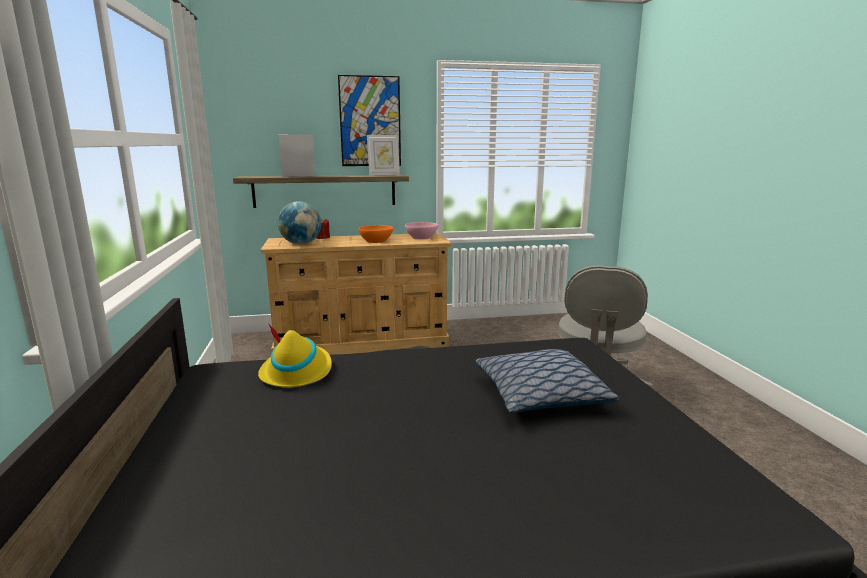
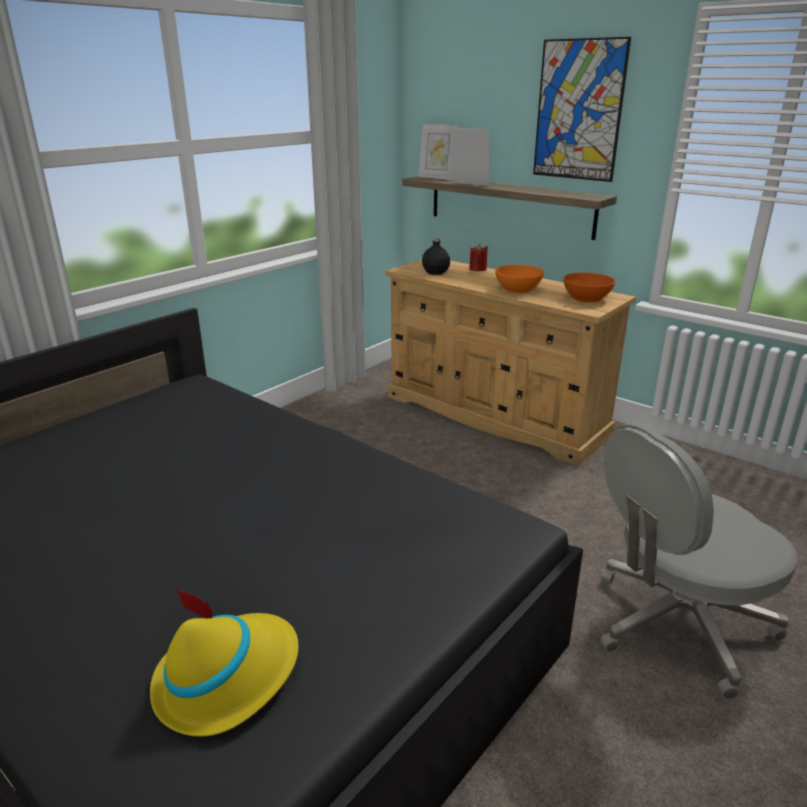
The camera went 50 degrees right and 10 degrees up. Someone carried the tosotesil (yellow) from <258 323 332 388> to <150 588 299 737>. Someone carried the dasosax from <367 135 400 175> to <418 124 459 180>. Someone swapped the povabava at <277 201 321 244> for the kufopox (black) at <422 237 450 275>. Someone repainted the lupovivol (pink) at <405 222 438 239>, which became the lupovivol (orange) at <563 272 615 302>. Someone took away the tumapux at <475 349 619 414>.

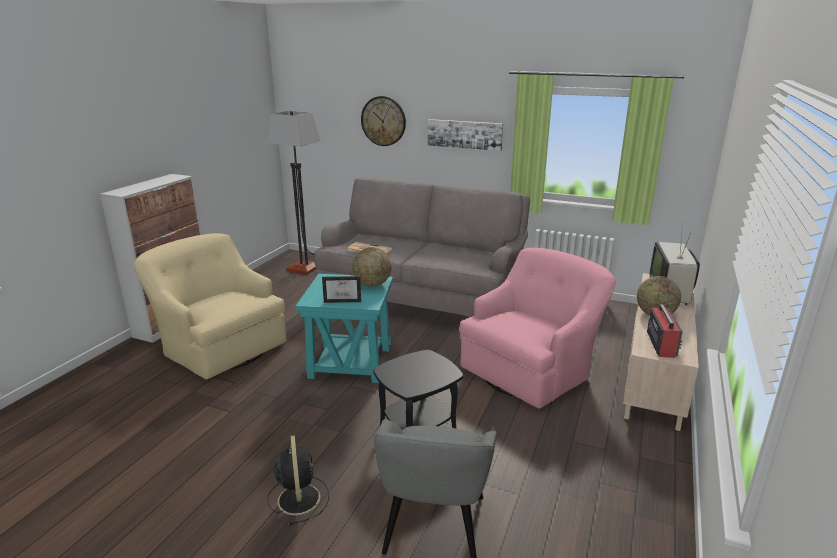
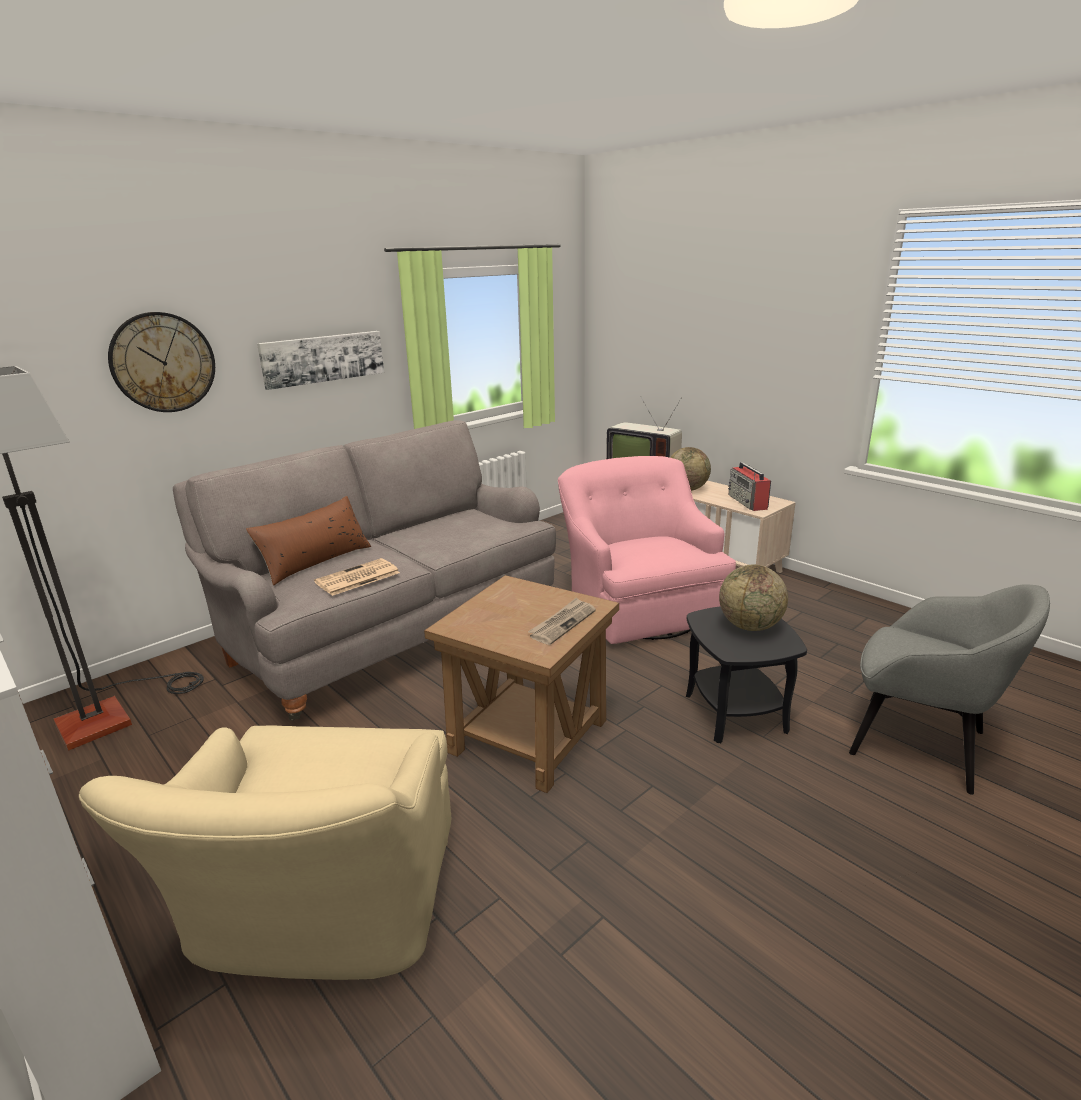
The camera went 65 degrees left and 0 degrees up. Someone rotated the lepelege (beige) at <133 233 287 379> by 60 degrees counterclockwise. Someone put down the tumapux (brown) at <246 496 371 586>. Someone repainted the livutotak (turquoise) at <295 274 393 383>, which became the livutotak (brown) at <424 575 619 793>. Someone swapped the dasosax at <322 276 361 303> for the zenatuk at <528 597 596 645>. Someone carried the povabava from <352 247 392 287> to <719 564 788 631>. Someone rotated the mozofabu at <647 302 683 358> by 135 degrees counterclockwise. Someone took away the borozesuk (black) at <267 435 329 526>.

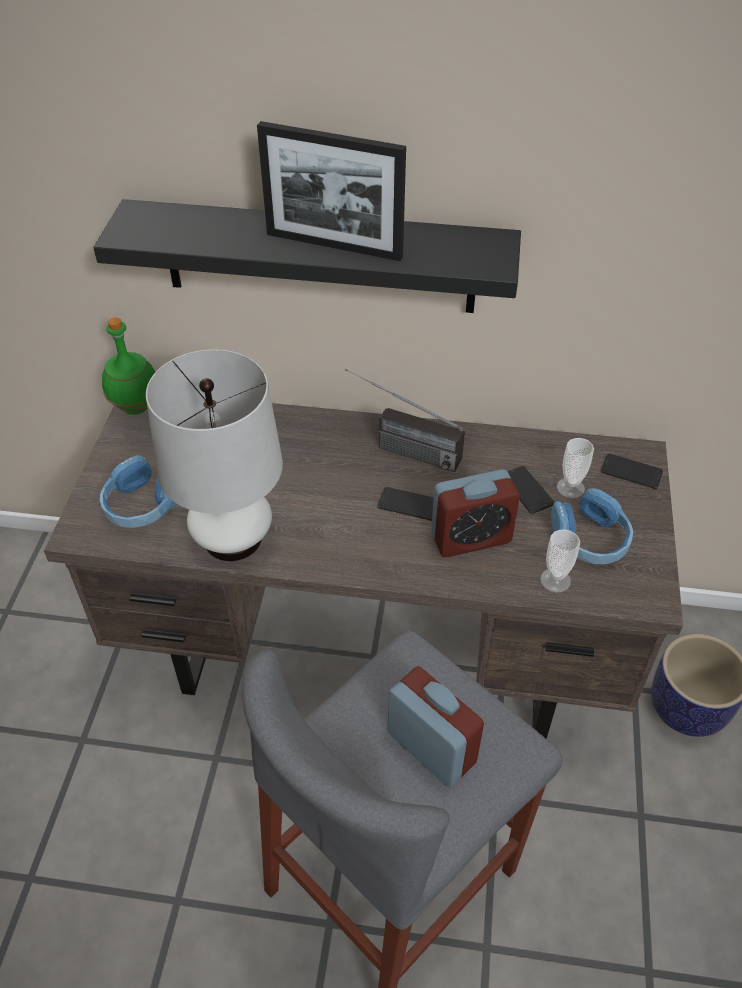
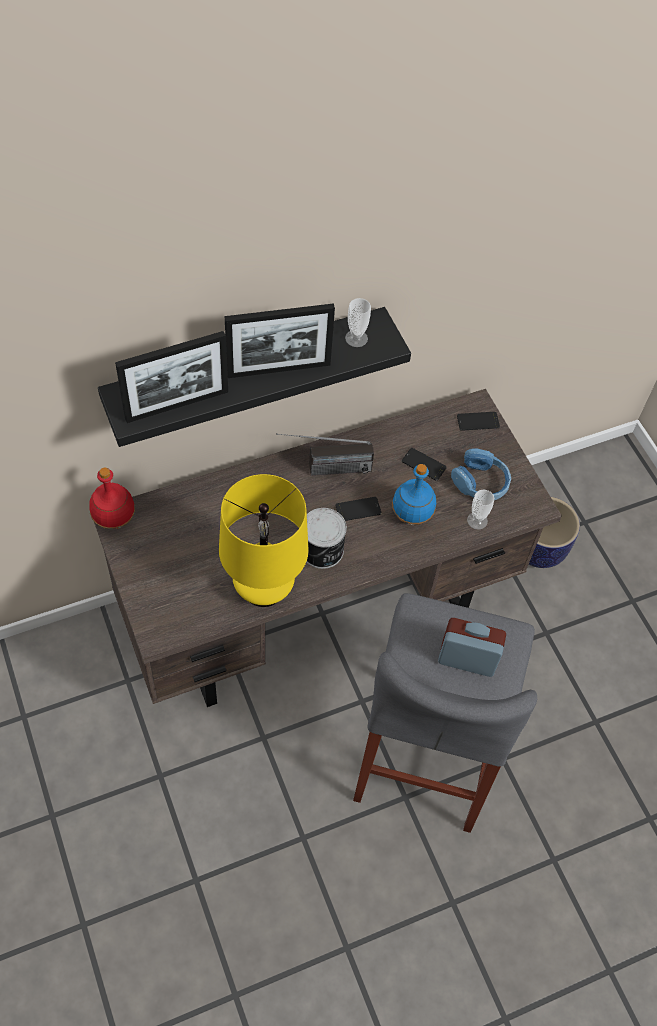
The camera went 35 degrees left and 10 degrees up. Someone repainted the kufopox (green) at <102 317 155 415>, which became the kufopox (red) at <89 468 135 530>. Someone put down the dasosax at <115 331 228 423>. Someone repainted the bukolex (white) at <146 349 283 561>, which became the bukolex (yellow) at <219 474 308 607>. Someone put down the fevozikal at <306 508 347 569>. Someone carried the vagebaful from <557 438 594 498> to <345 298 371 347>. Someone swapped the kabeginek at <431 469 520 557> for the kufopox (blue) at <392 464 436 525>. Someone took away the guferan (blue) at <100 455 175 528>.

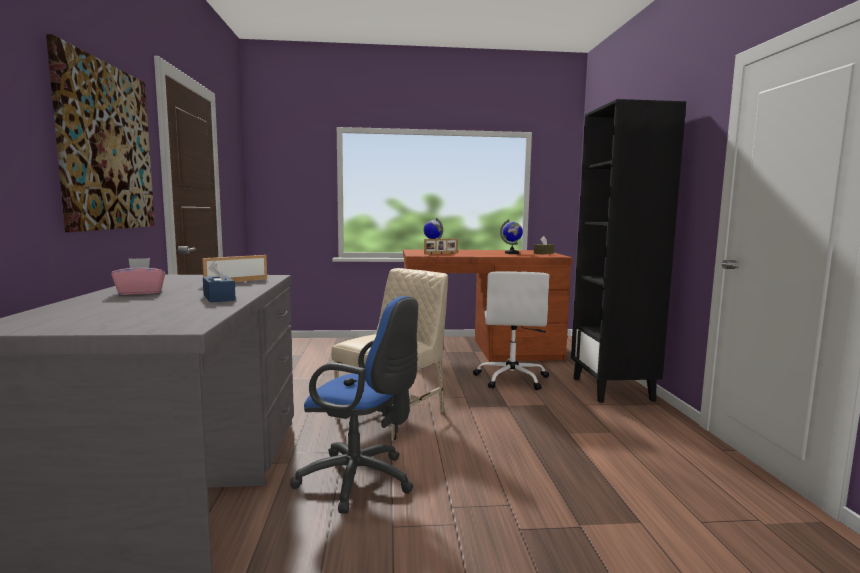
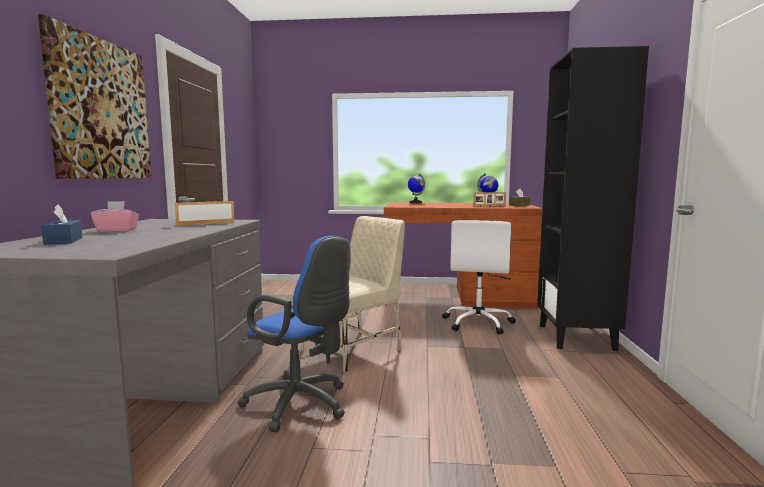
The camera went 10 degrees right and 0 degrees up. Someone carried the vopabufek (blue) from <203 260 236 302> to <41 205 82 245>. Someone carried the dasosax from <424 239 458 254> to <473 192 506 207>.

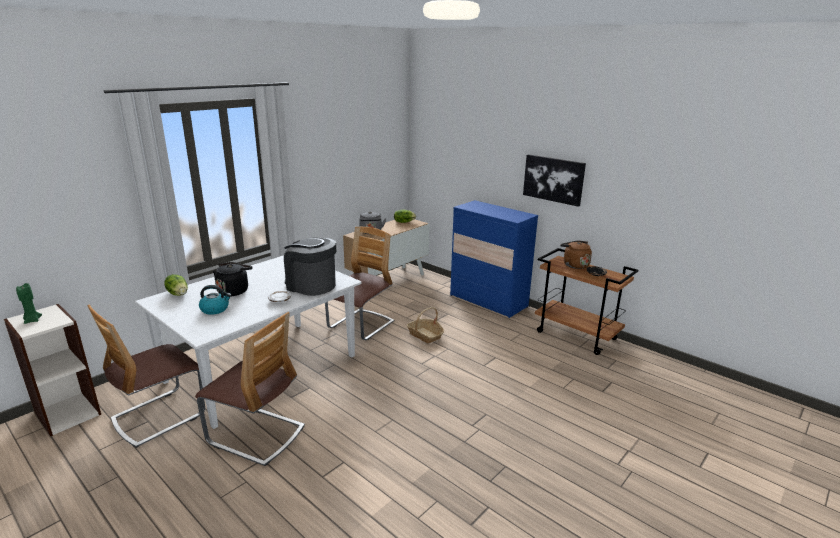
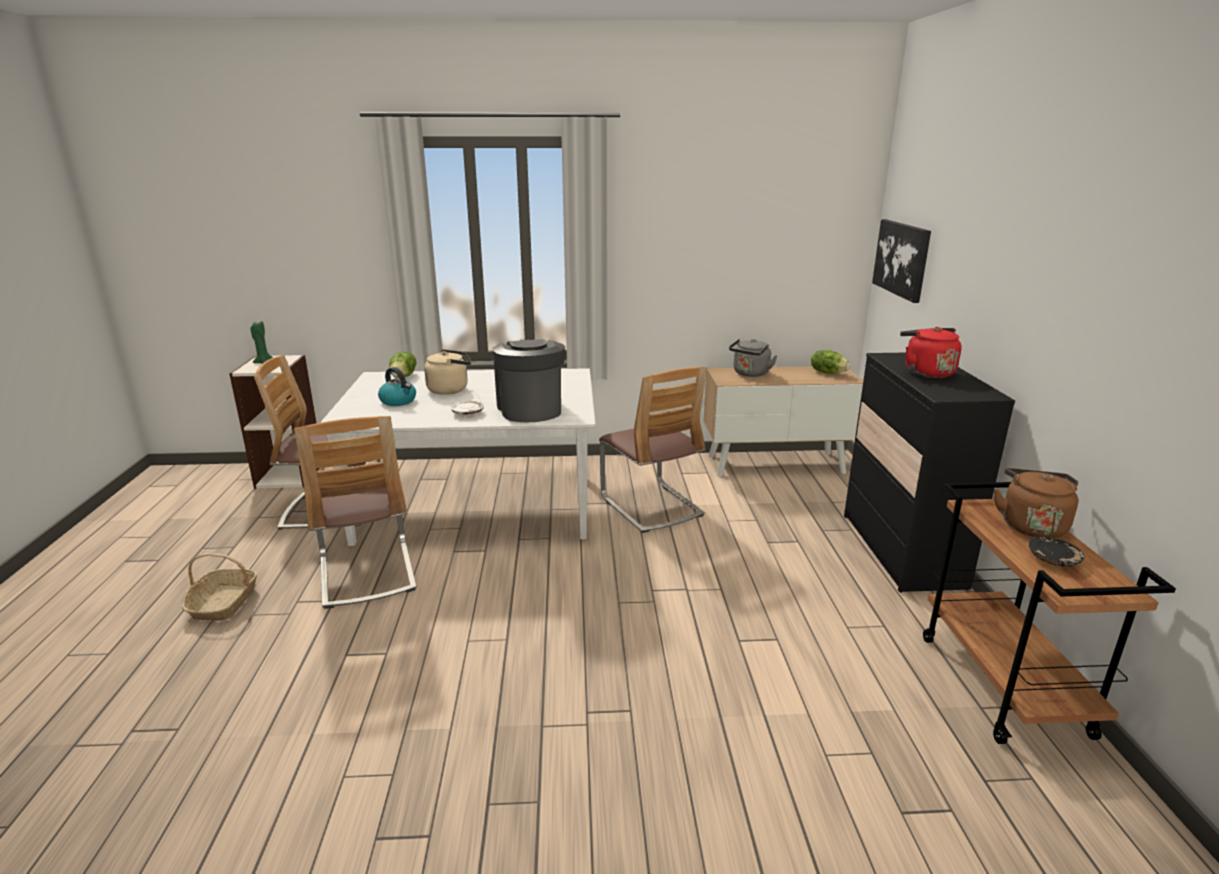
The camera went 45 degrees right and 0 degrees up. Someone carried the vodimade from <406 307 444 343> to <182 553 257 621>. Someone repainted the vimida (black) at <213 262 252 296>, which became the vimida (beige) at <424 349 471 395>. Someone rotated the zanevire at <325 227 395 340> by 75 degrees clockwise. Someone repainted the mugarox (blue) at <450 200 538 318>, which became the mugarox (black) at <844 353 1015 593>. Someone carried the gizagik from <523 154 586 207> to <872 219 931 303>. Someone put down the vimida (red) at <900 327 962 378>.

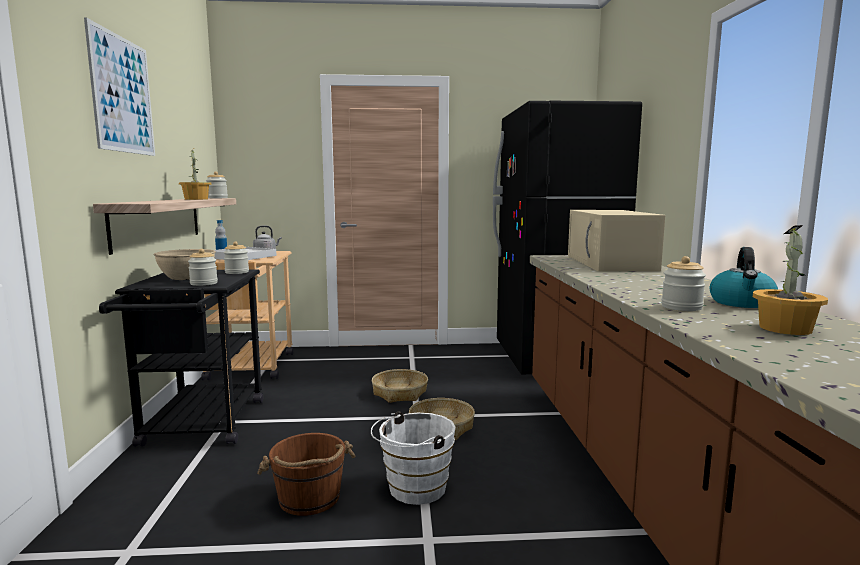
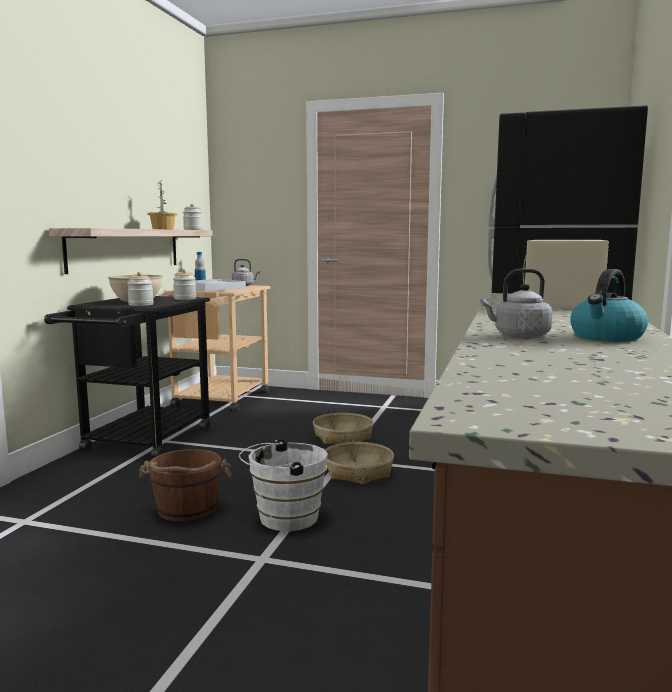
The camera went 20 degrees right and 0 degrees up. Someone swapped the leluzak at <661 256 706 311> for the vimida (grey) at <480 268 552 338>. Someone took away the gizagik at <84 18 155 156>. Someone took away the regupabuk at <753 225 828 335>.

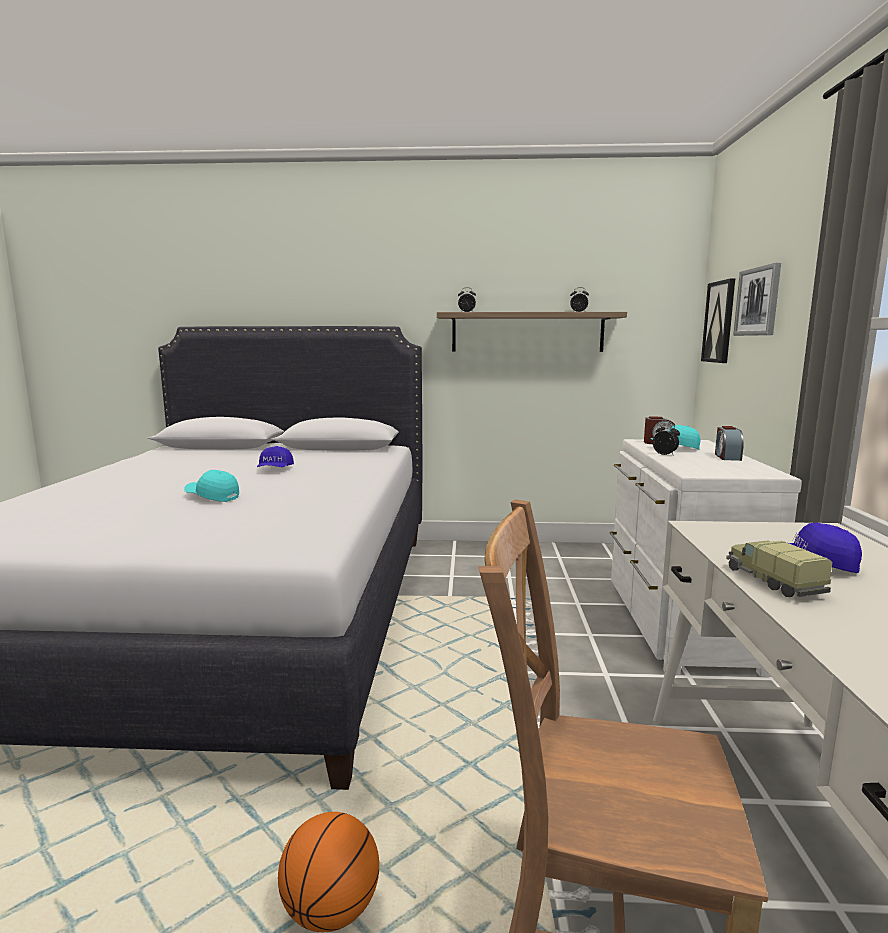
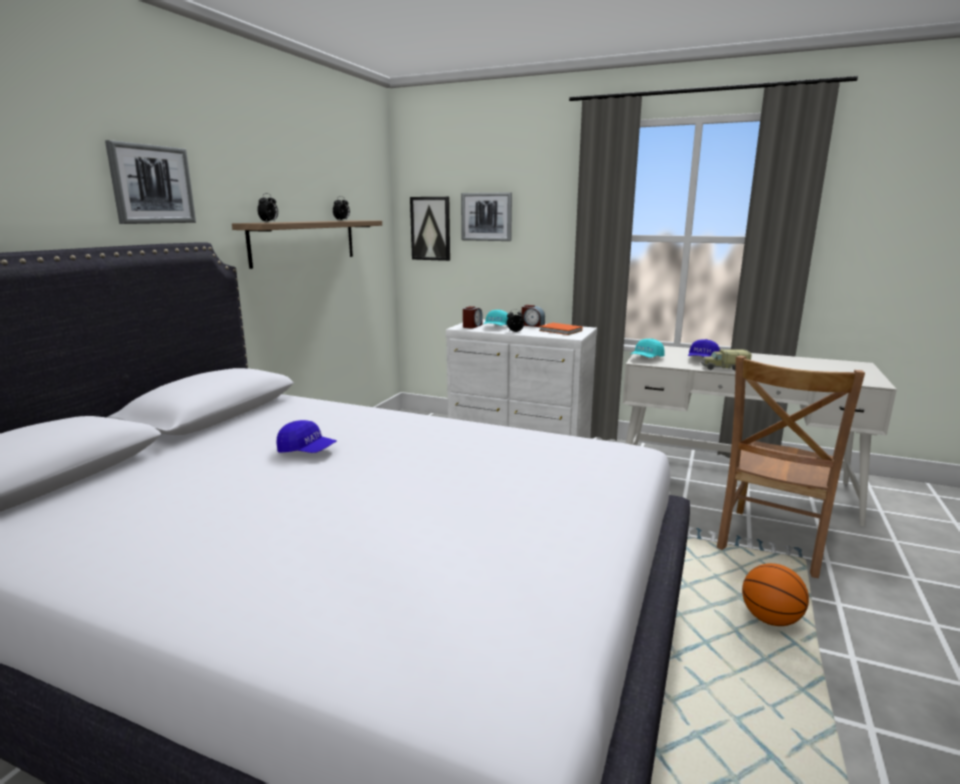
The camera went 70 degrees left and 5 degrees up. Someone put up the gizagik at <105 140 196 224>. Someone put down the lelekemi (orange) at <539 323 582 335>. Someone carried the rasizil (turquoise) from <184 470 239 502> to <631 338 665 358>.

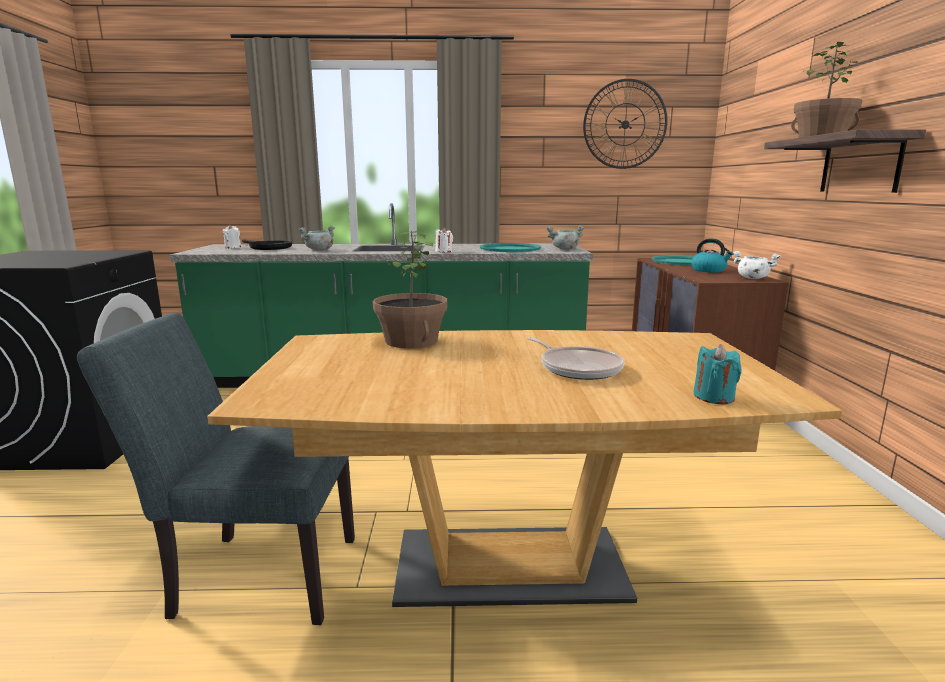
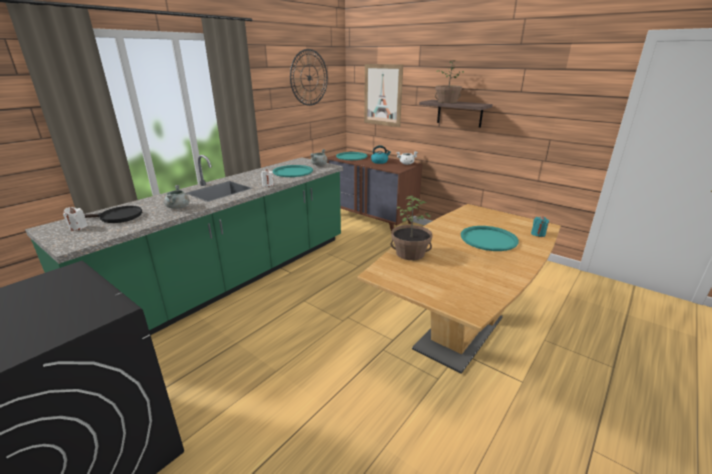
The camera went 50 degrees left and 10 degrees up. Someone put up the gizagik at <364 64 403 127>. Someone swapped the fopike at <527 337 624 380> for the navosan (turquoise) at <461 226 519 251>. Someone took away the zanevire (grey) at <77 313 355 625>.

